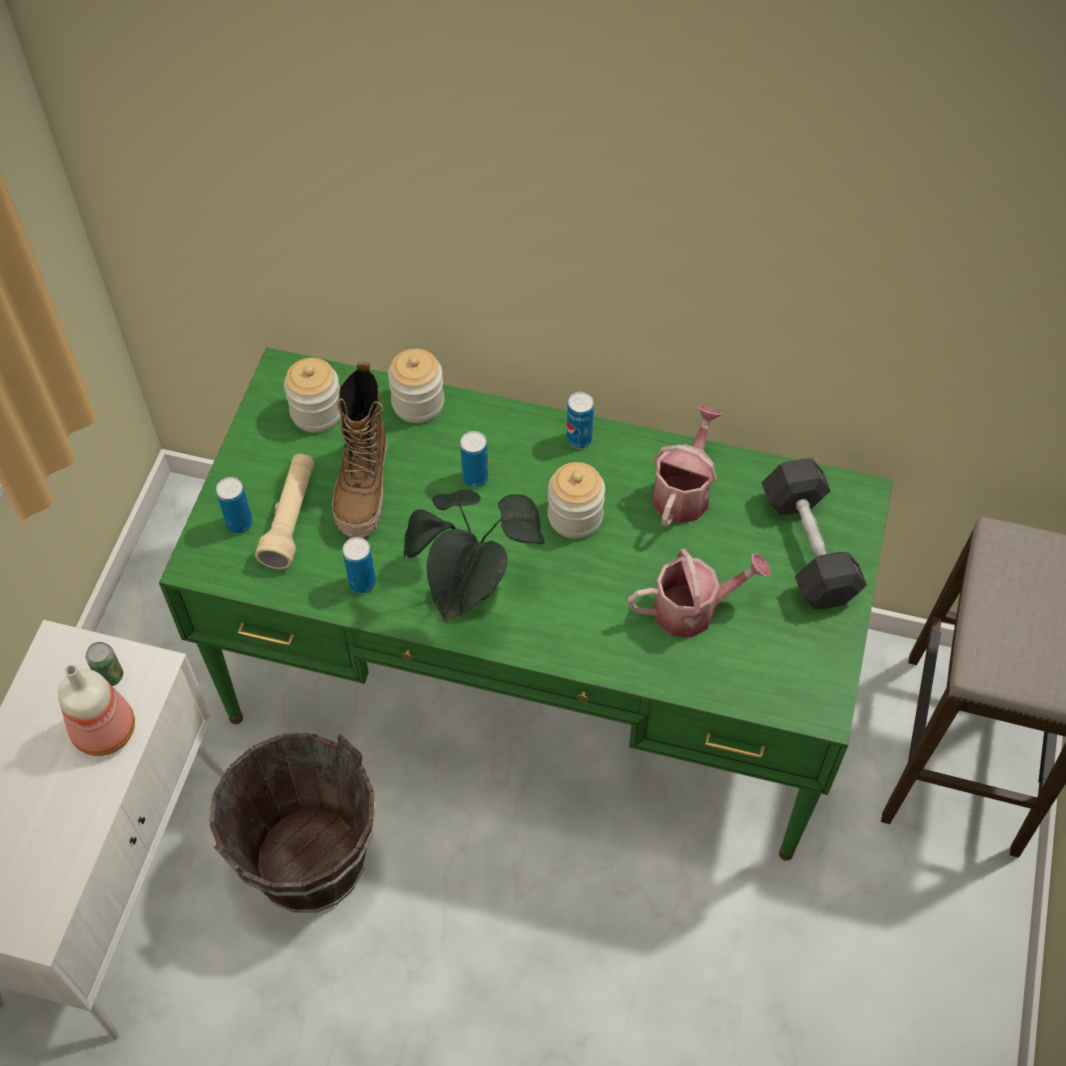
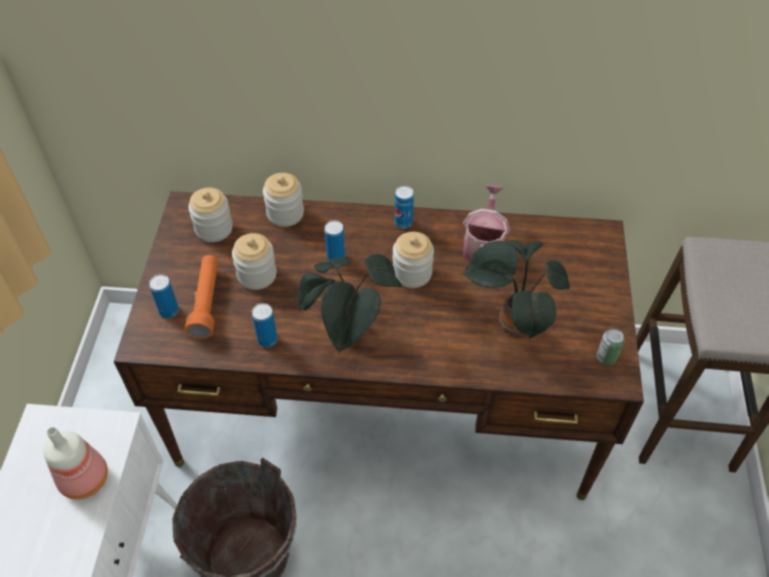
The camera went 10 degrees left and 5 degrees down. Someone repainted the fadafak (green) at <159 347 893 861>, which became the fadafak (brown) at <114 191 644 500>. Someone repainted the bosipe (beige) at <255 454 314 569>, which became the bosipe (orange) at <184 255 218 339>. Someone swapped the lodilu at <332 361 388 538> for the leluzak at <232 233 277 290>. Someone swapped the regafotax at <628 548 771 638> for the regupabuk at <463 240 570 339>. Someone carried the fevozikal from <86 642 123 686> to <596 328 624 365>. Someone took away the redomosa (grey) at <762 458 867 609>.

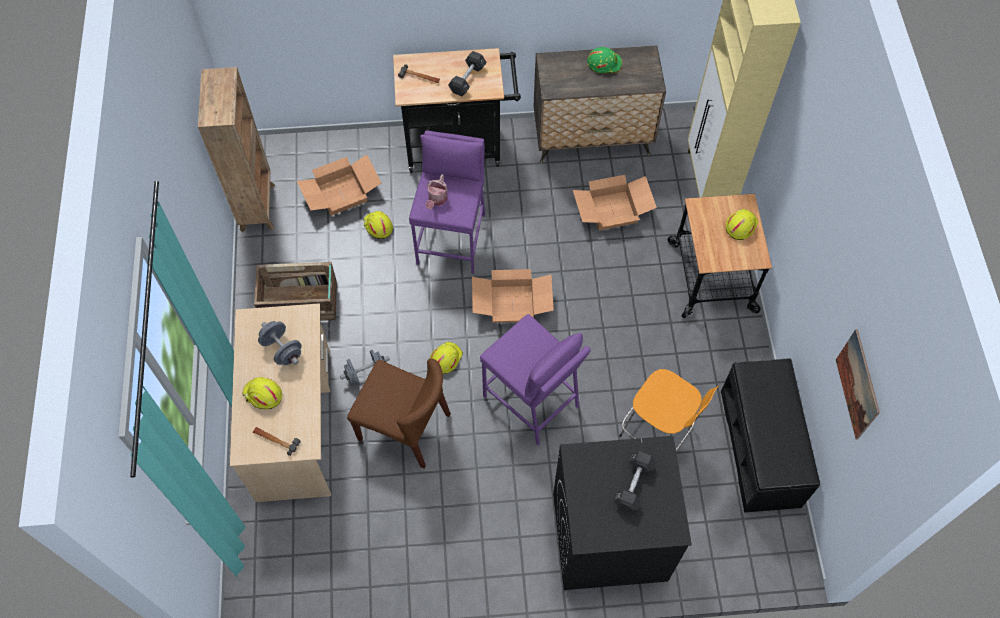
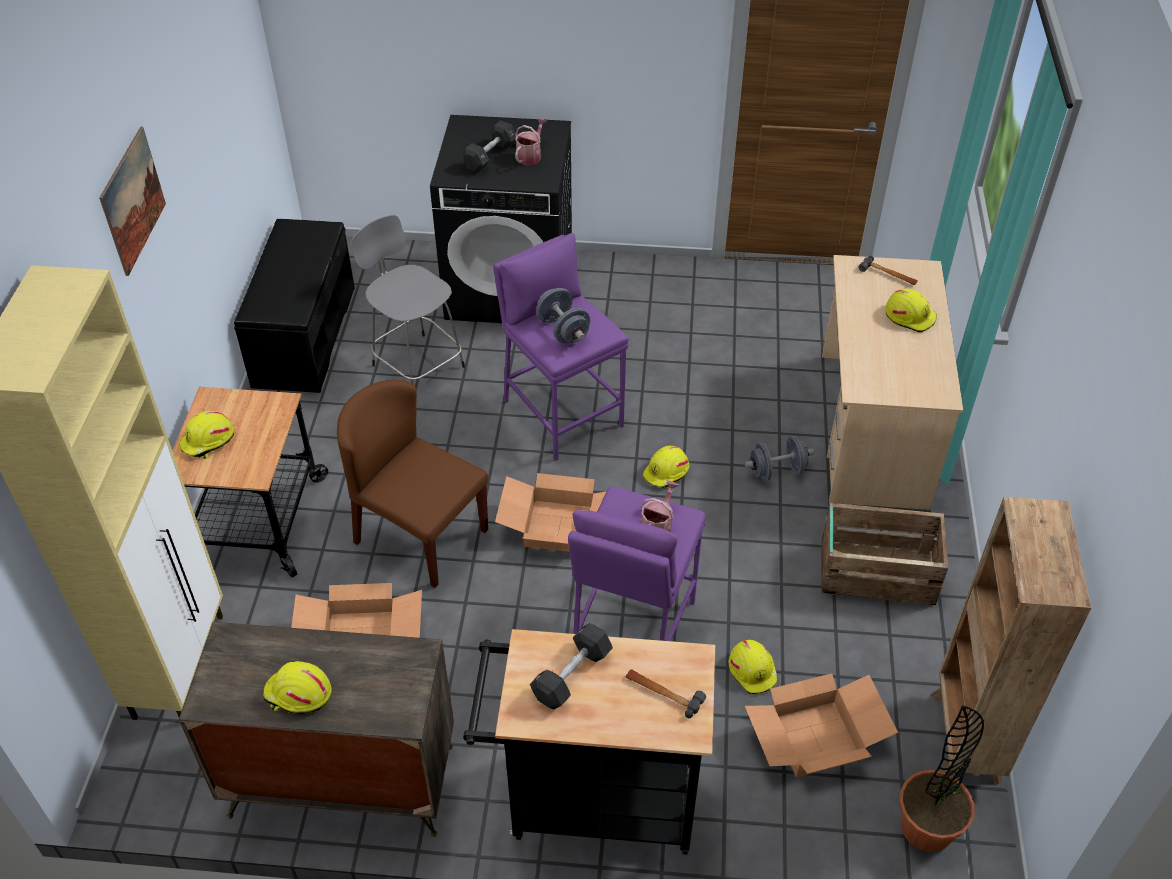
The camera went 170 degrees left and 15 degrees down. Someone carried the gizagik from <836 329 880 440> to <99 127 166 276>. Someone repainted the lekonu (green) at <587 47 622 74>, which became the lekonu (yellow) at <263 661 331 714>. Someone carried the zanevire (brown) from <347 358 451 468> to <337 380 488 588>. Someone repainted the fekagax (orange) at <619 369 719 452>, which became the fekagax (grey) at <351 215 465 384>. Someone put down the regafotax at <515 118 547 165>. Someone carried the redomosa (grey) from <258 321 302 365> to <536 288 590 344>. Someone put down the regupabuk at <900 705 984 852>.

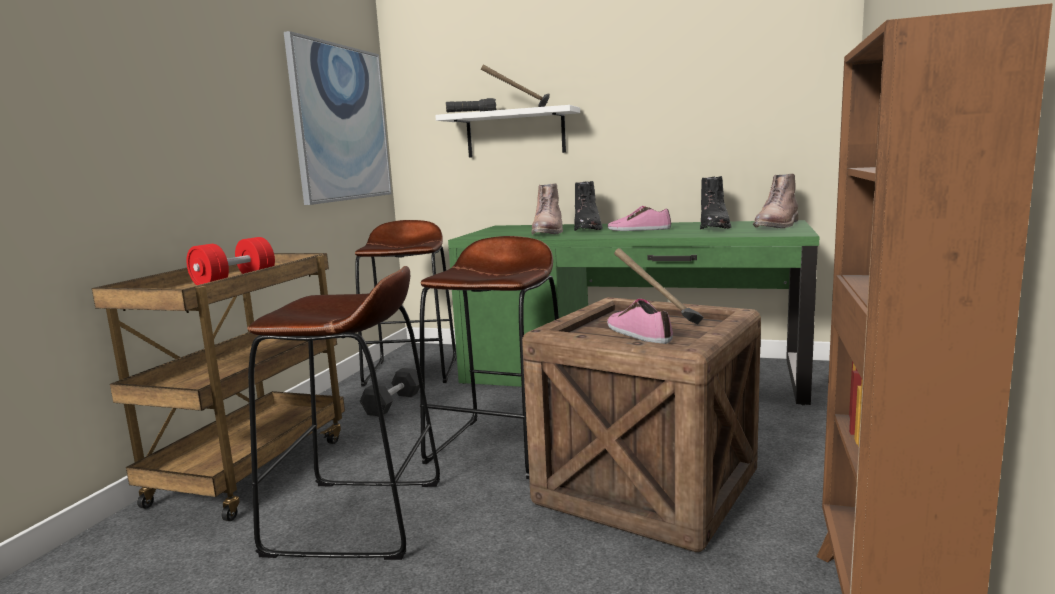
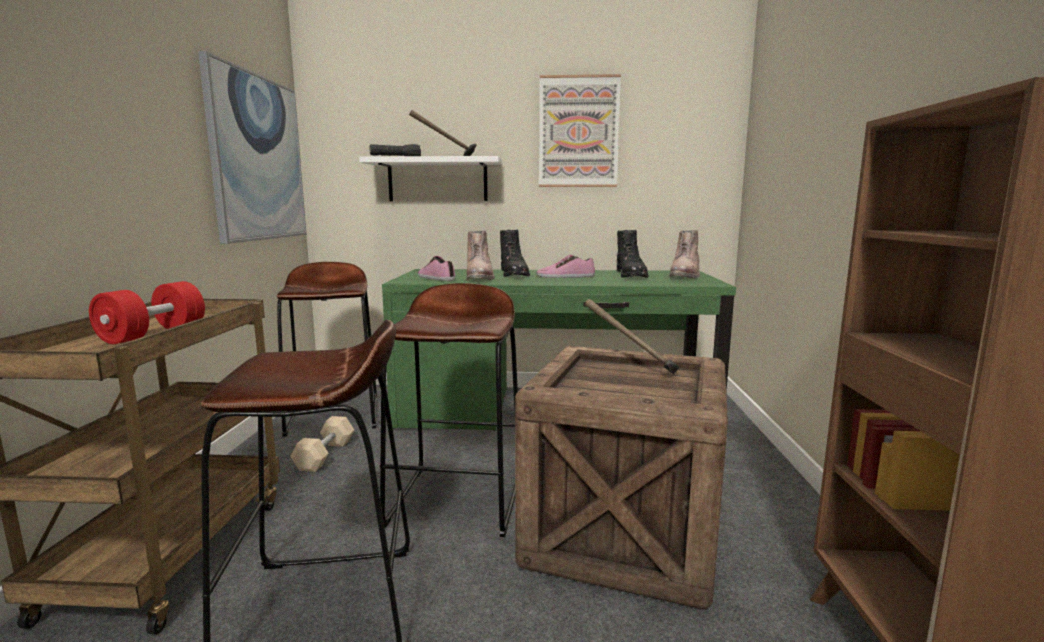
The camera went 15 degrees left and 0 degrees up. Someone repainted the redomosa (black) at <360 368 420 416>, which became the redomosa (beige) at <290 416 354 472>. Someone carried the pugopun from <607 299 673 344> to <418 256 455 281>. Someone put up the gizagik at <539 74 621 187>.

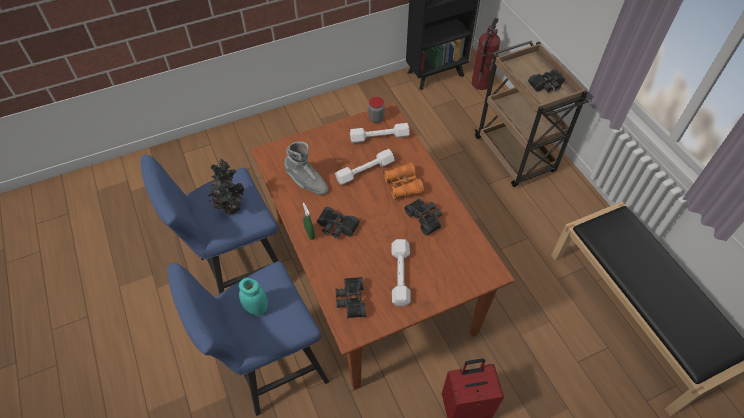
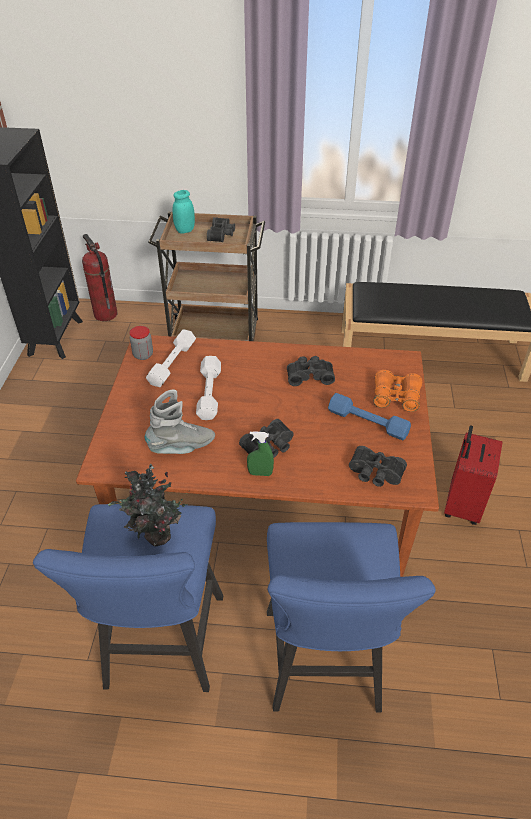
The camera went 60 degrees left and 10 degrees down. Someone carried the leluzak (turquoise) from <239 278 268 315> to <172 190 195 234>. Someone repainted the redomosa (white) at <391 239 411 306>, which became the redomosa (blue) at <328 393 411 440>. Someone carried the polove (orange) from <383 162 424 200> to <373 370 422 412>.

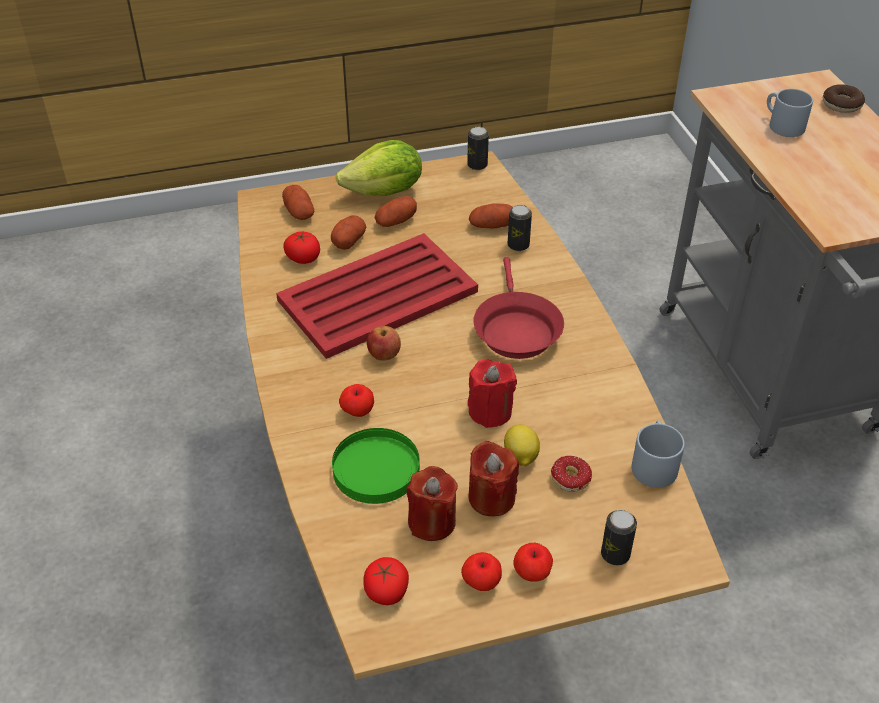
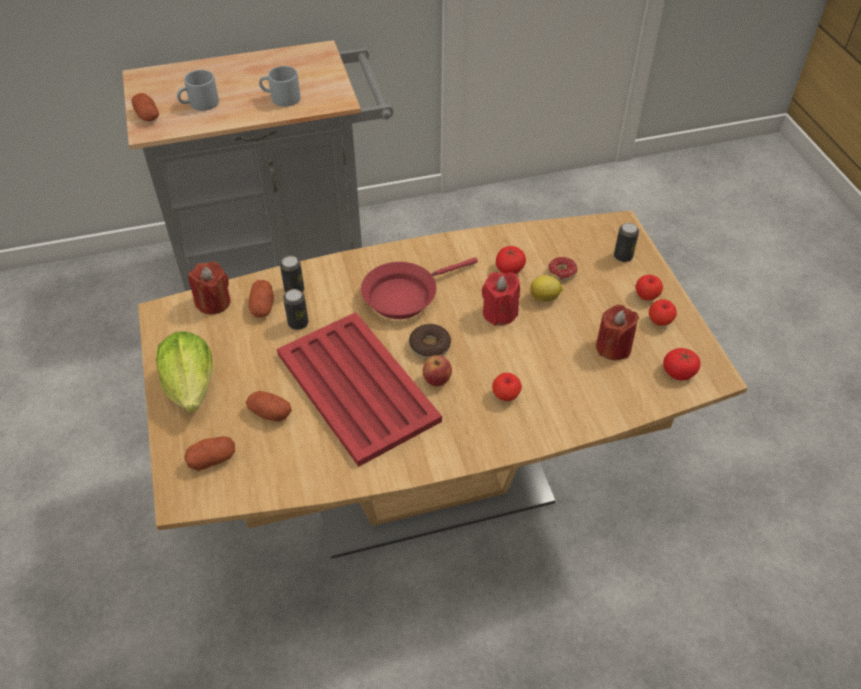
The camera went 90 degrees left and 5 degrees up. Someone carried the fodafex from <375 196 417 227> to <132 93 159 122>. Someone carried the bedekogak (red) from <468 441 519 517> to <188 261 231 315>. Someone carried the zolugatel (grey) from <632 420 685 488> to <259 66 300 107>. Someone carried the fevozikal from <467 127 489 170> to <283 289 308 330>. Someone rotated the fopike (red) at <473 257 564 359> by 150 degrees clockwise. Someone carried the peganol from <823 84 865 113> to <409 324 451 359>. Someone carried the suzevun from <283 231 320 264> to <496 246 526 274>. Someone took away the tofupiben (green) at <332 428 420 504>.

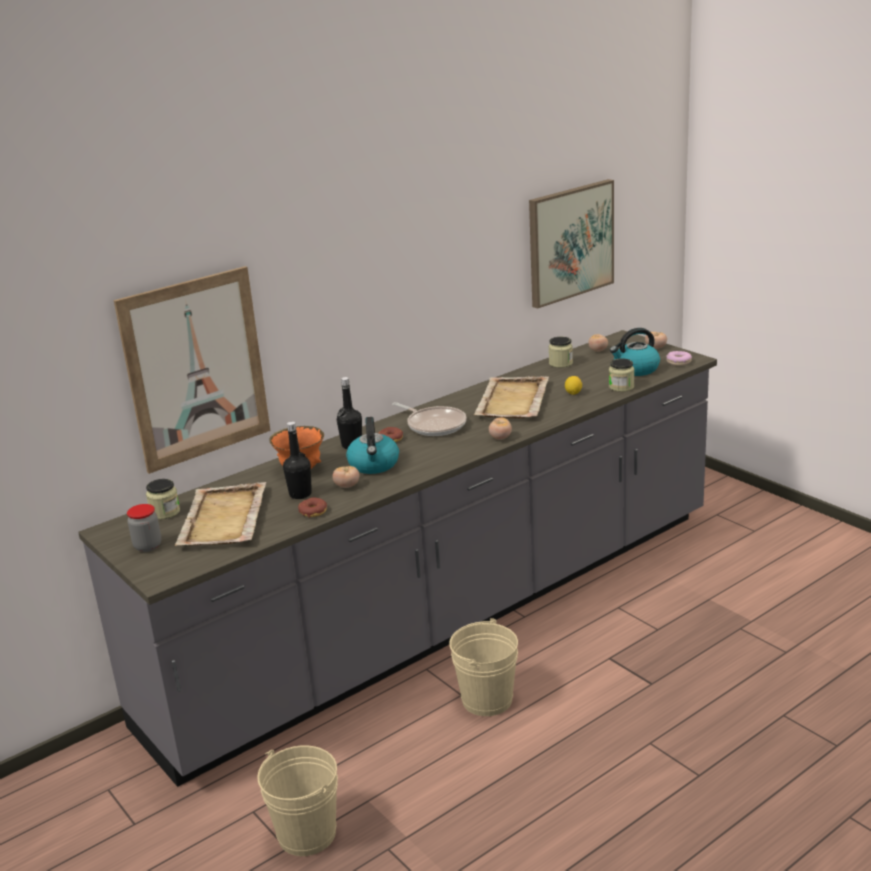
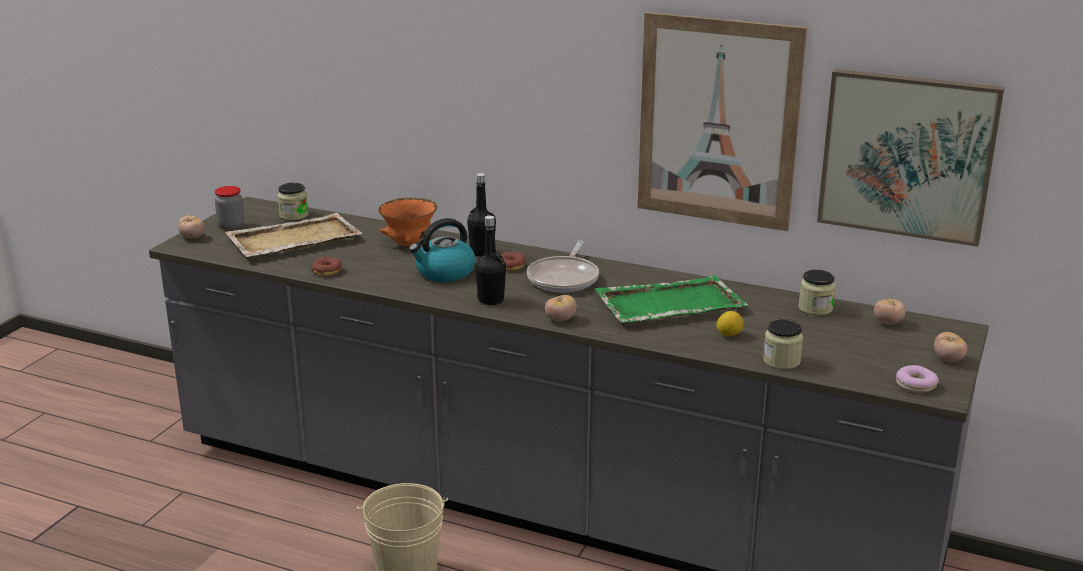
The camera went 60 degrees right and 0 degrees up. Someone carried the suzevun from <332 466 360 488> to <178 215 205 239>. Someone carried the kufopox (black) from <283 421 312 499> to <475 215 506 305>. Someone repainted the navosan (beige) at <474 376 549 418>, which became the navosan (green) at <595 275 749 323>. Someone carried the gizagik from <114 266 271 474> to <638 12 807 231>. Someone took away the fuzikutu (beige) at <257 745 338 856>. Someone took away the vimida at <610 328 660 376>.

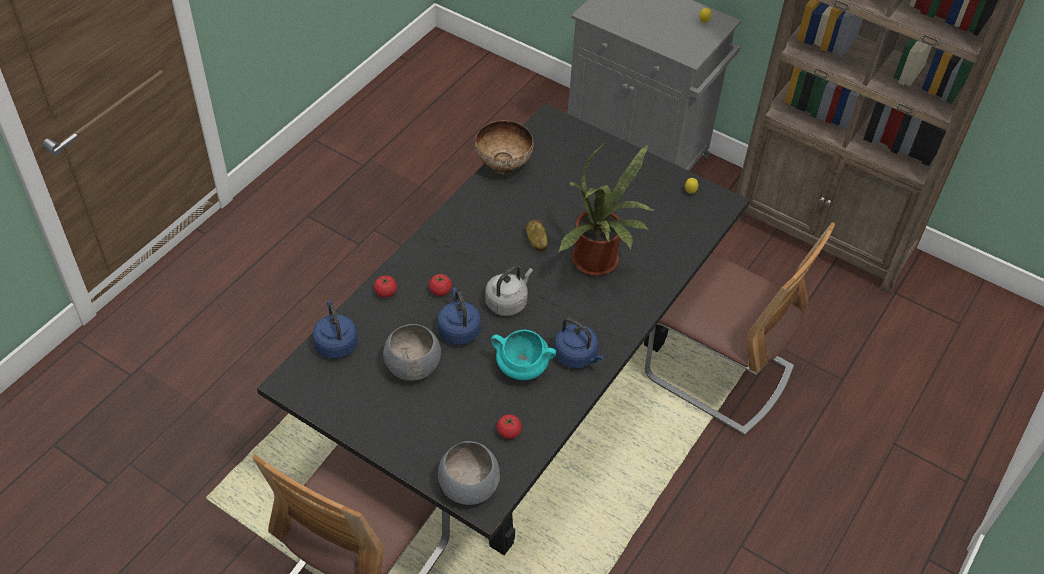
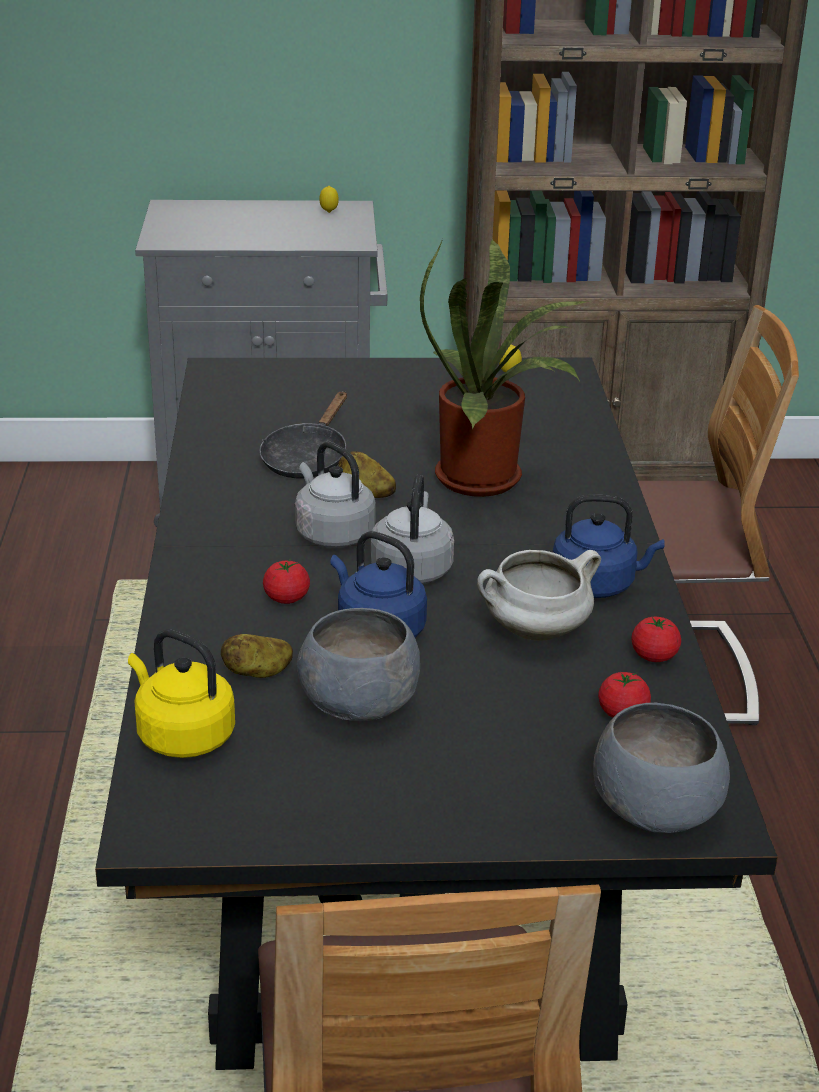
The camera went 35 degrees left and 20 degrees down. Someone repainted the vimida (blue) at <313 300 358 359>, which became the vimida (yellow) at <128 629 235 758>. Someone put down the fodafex at <221 634 293 678>. Someone put down the fopike (black) at <260 391 347 478>. Someone put down the vimida (grey) at <295 442 376 548>. Someone repainted the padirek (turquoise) at <491 330 556 380>, which became the padirek (white) at <477 550 601 641>. Someone carried the suzevun from <374 275 397 298> to <631 617 681 662>. Someone took away the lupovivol at <475 120 534 174>.

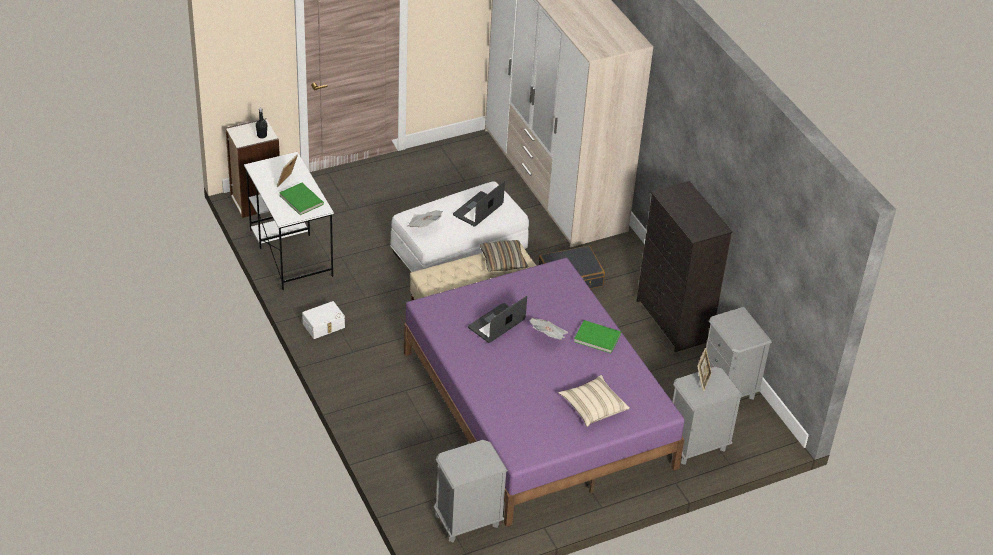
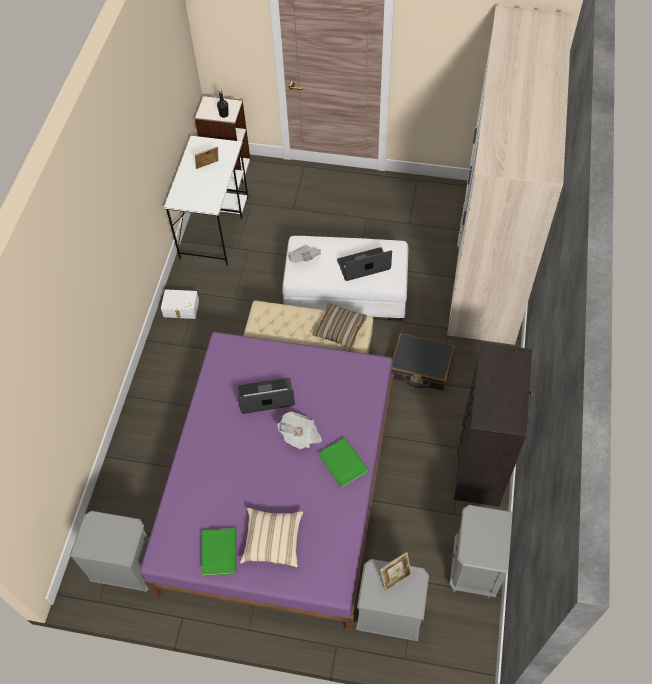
The camera went 40 degrees right and 15 degrees up. Someone carried the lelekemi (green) from <279 183 324 215> to <201 528 236 576>.

